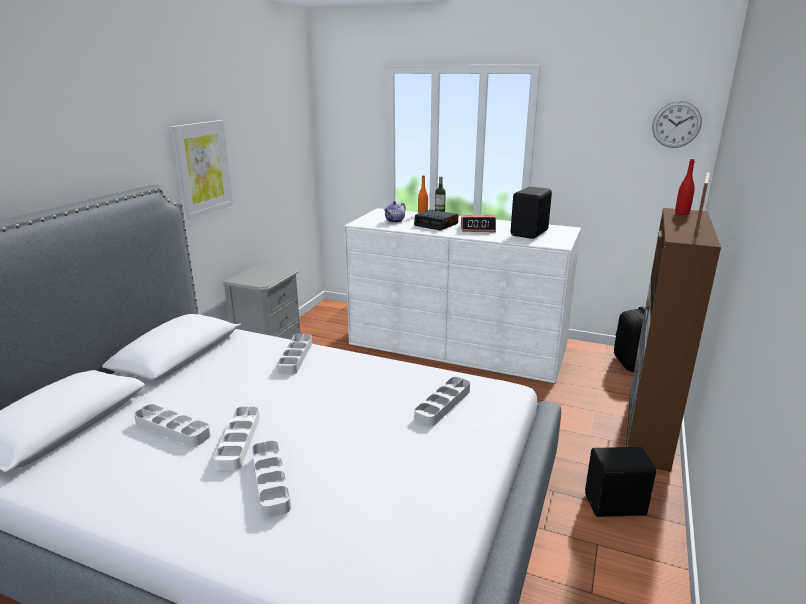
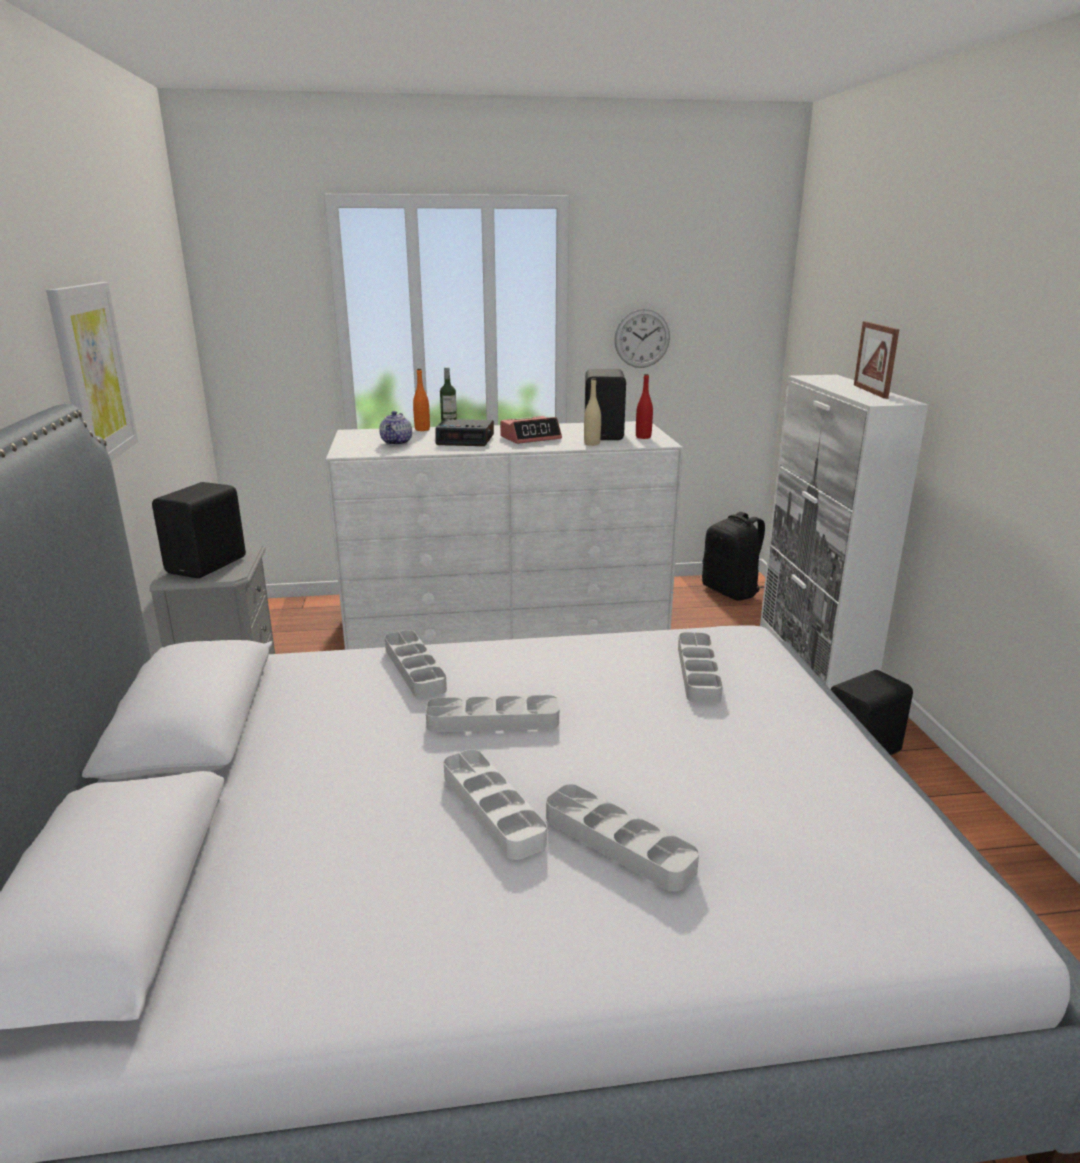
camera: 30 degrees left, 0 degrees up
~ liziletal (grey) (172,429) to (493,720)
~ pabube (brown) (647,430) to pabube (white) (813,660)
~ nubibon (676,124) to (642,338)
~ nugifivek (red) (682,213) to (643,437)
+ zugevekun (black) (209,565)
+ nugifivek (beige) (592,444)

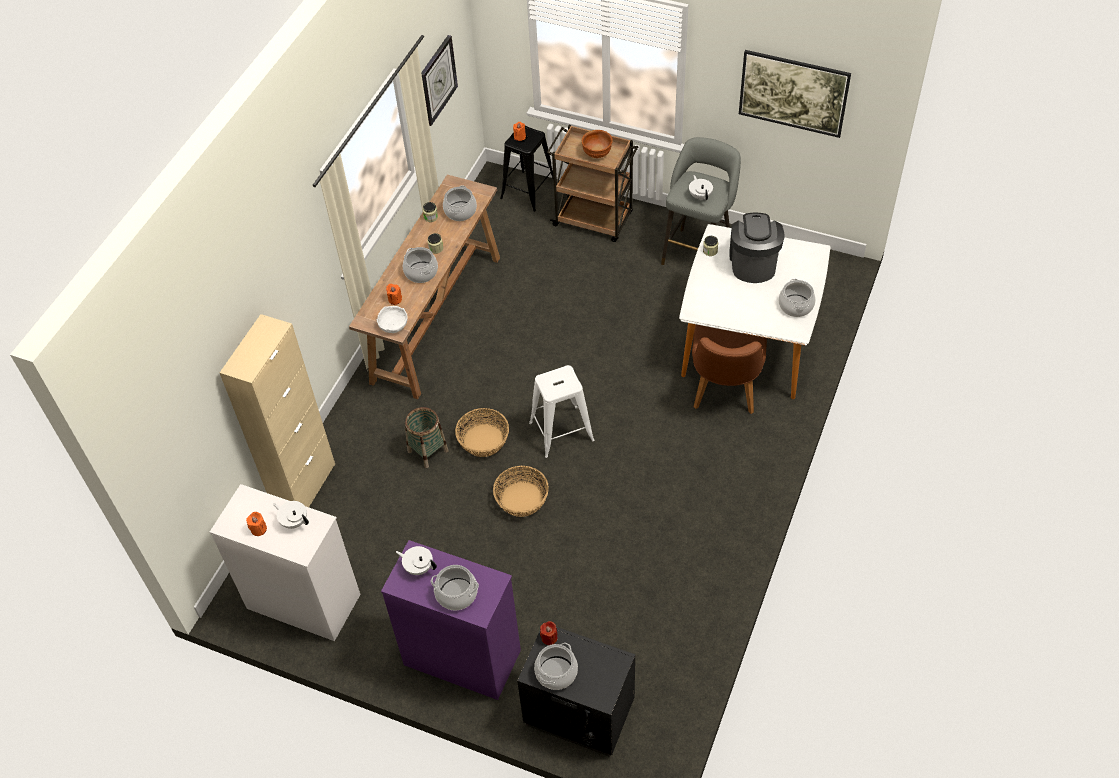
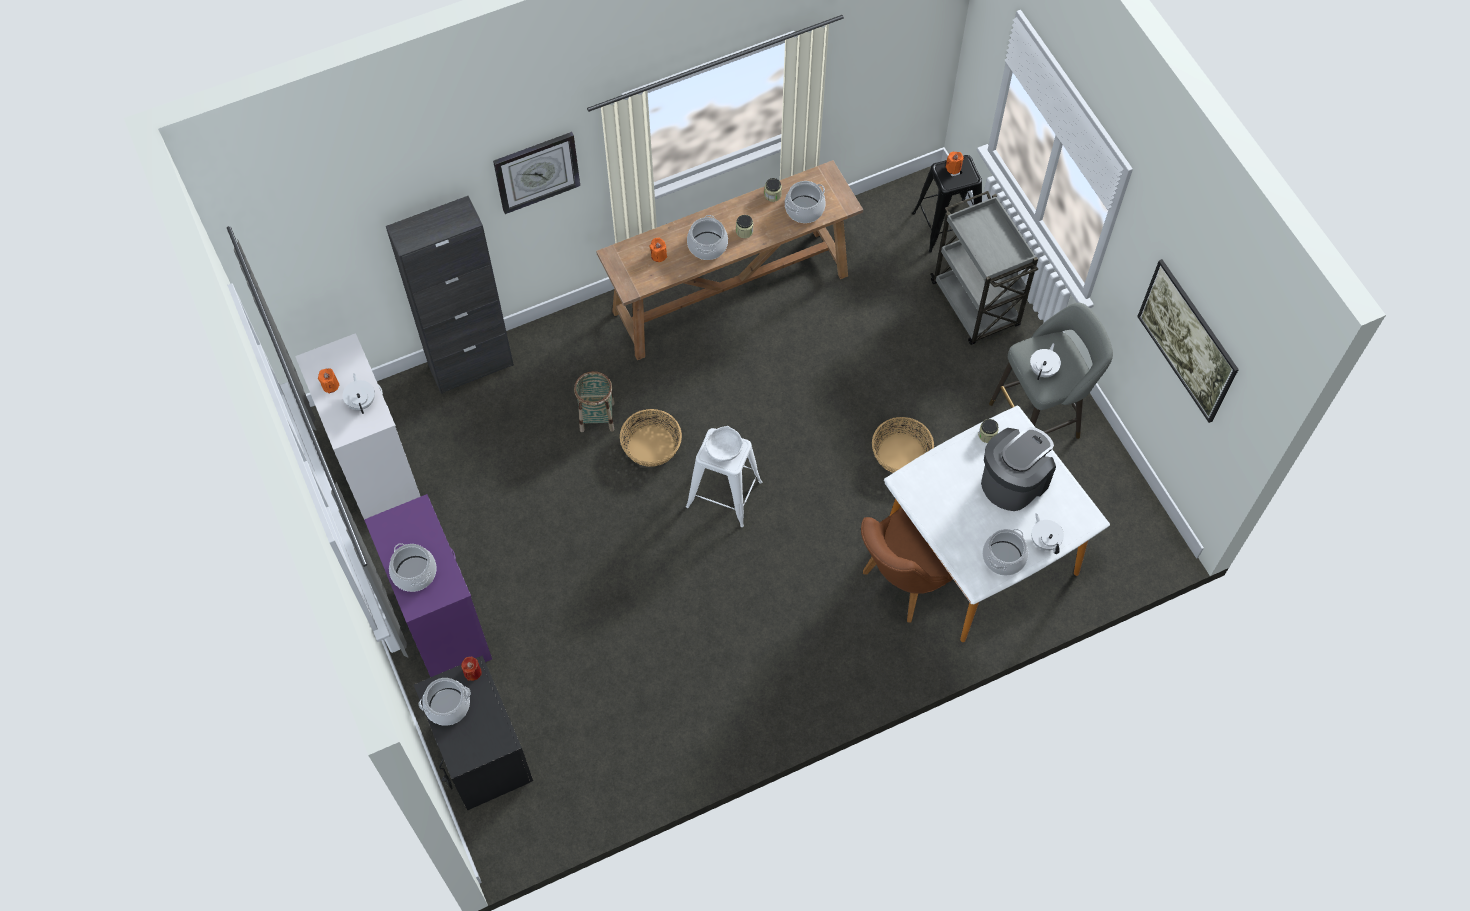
camera: 40 degrees right, 10 degrees up
~ pabube (beige) (304,487) to pabube (black) (471,365)
~ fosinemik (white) (393,325) to (723,450)
~ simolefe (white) (418,567) to (1044,540)
~ nubibon (437,80) to (536,171)
~ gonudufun (521,499) to (900,454)
~ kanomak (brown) (594,220) to kanomak (grey) (976,306)
- fosinemik (brown) (597,154)

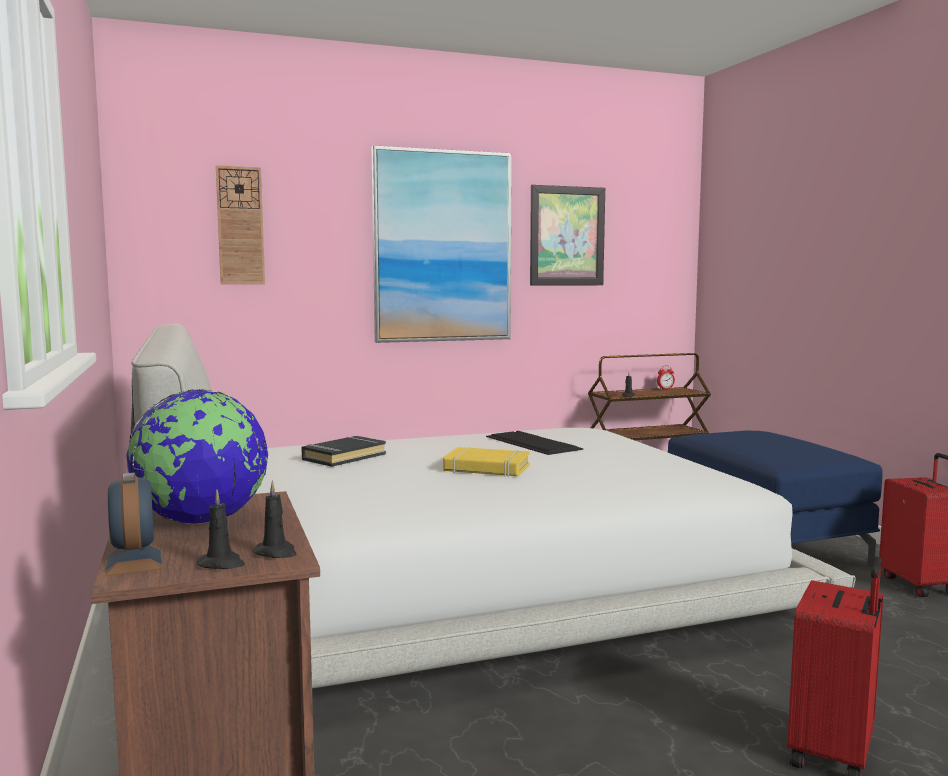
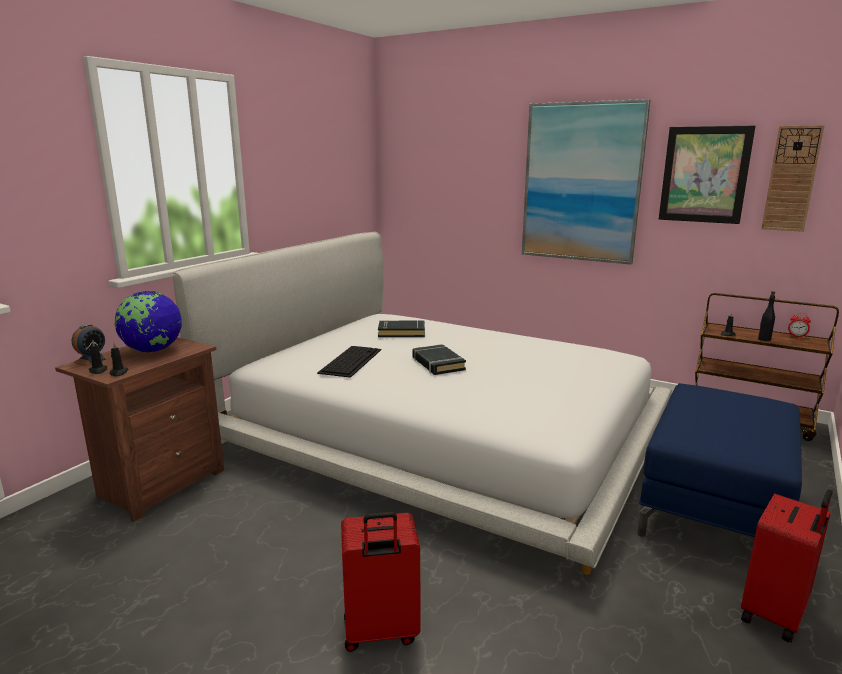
camera: 50 degrees right, 10 degrees up
~ nubibon (240,226) to (791,179)
~ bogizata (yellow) (486,468) to bogizata (black) (437,364)
~ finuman (531,442) to (351,360)
+ nugifivek (black) (764,339)

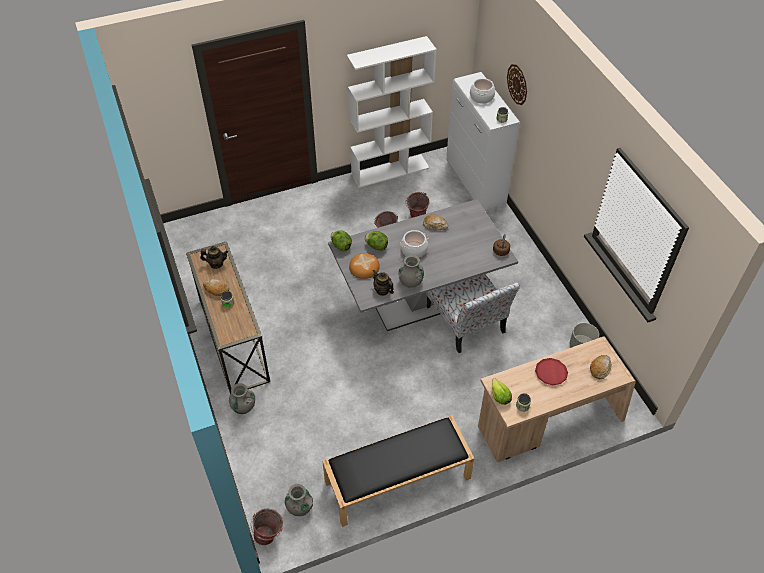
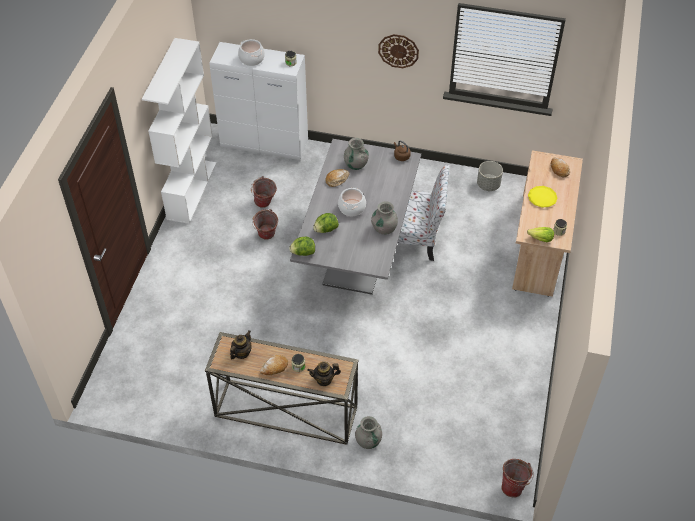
camera: 55 degrees left, 0 degrees up
~ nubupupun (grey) (299,507) to (356,165)
- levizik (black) (397,480)
- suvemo (364,267)
~ simolefe (382,290) to (324,380)
~ nubibon (517,84) to (398,50)
~ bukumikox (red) (551,373) to bukumikox (yellow) (542,198)

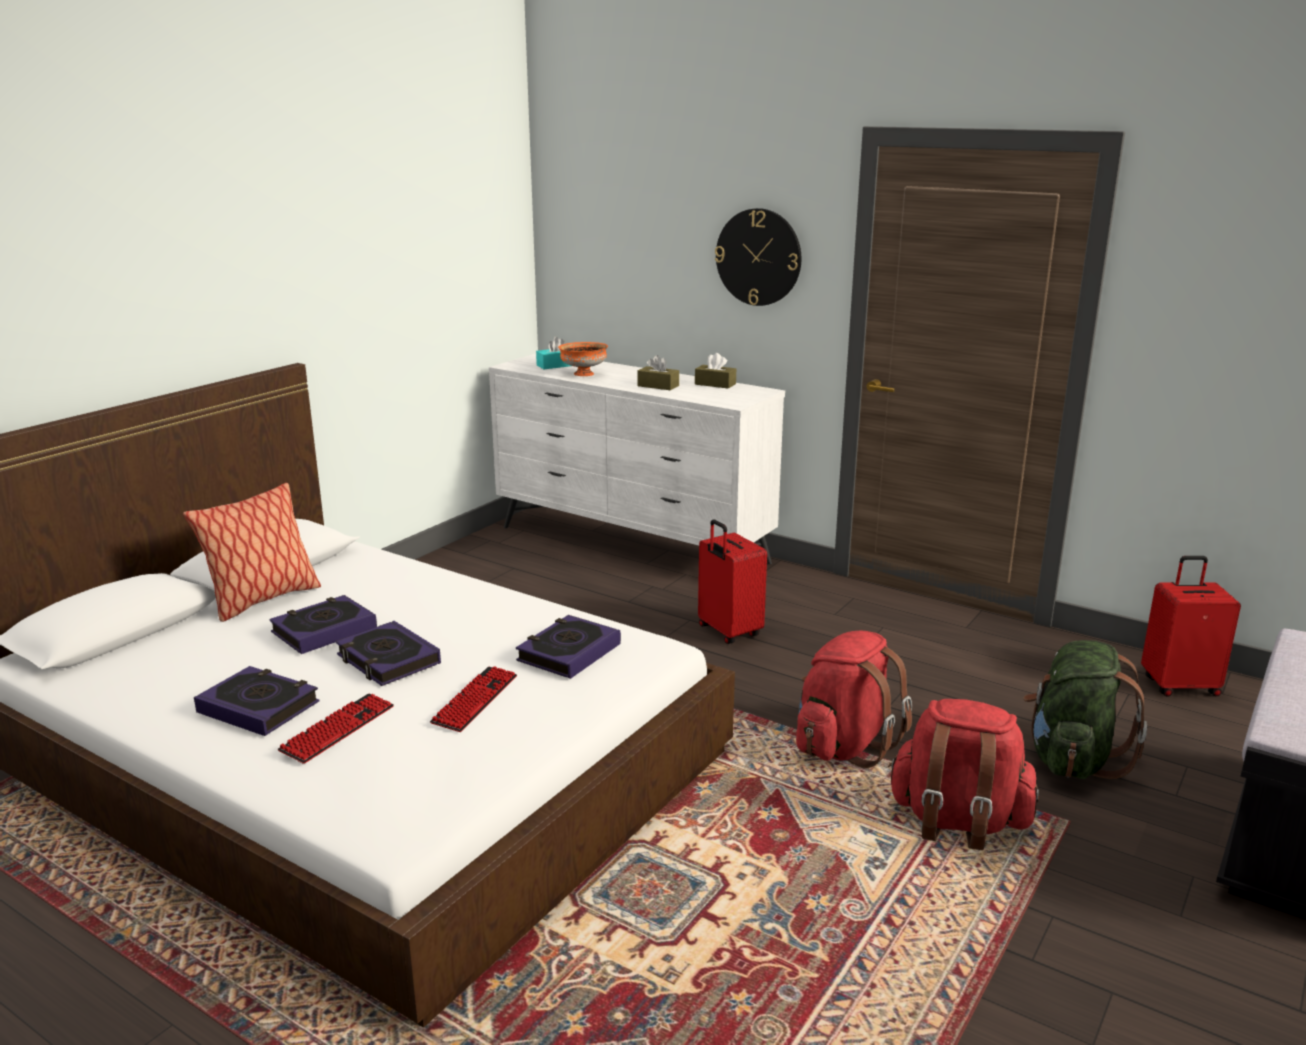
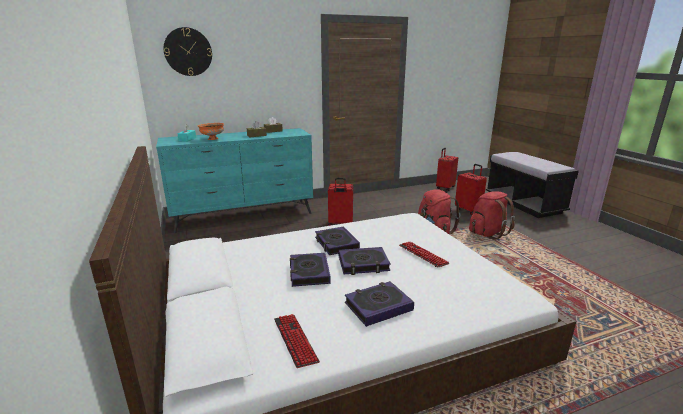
camera: 55 degrees left, 0 degrees up
- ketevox (263,600)
~ finuman (338,729) to (295,340)
~ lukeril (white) (632,545) to lukeril (turquoise) (244,216)
~ bogizata (568,653) to (336,244)
~ nubibon (758,257) to (188,52)
~ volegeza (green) (1071,759) to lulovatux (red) (468,210)

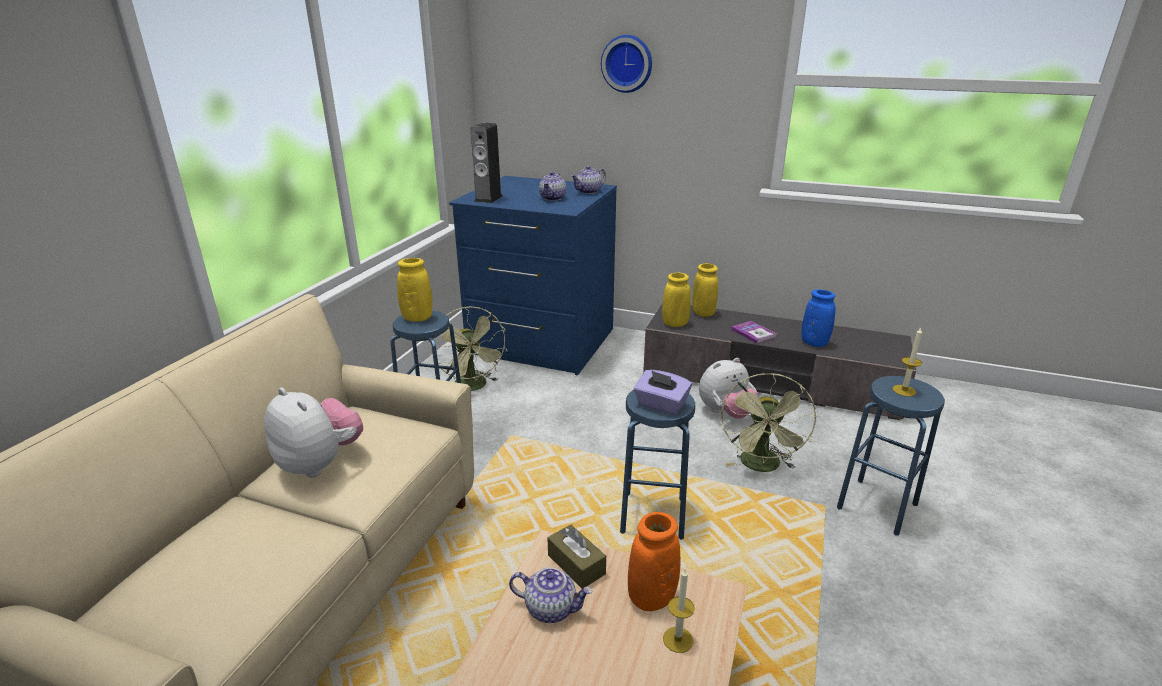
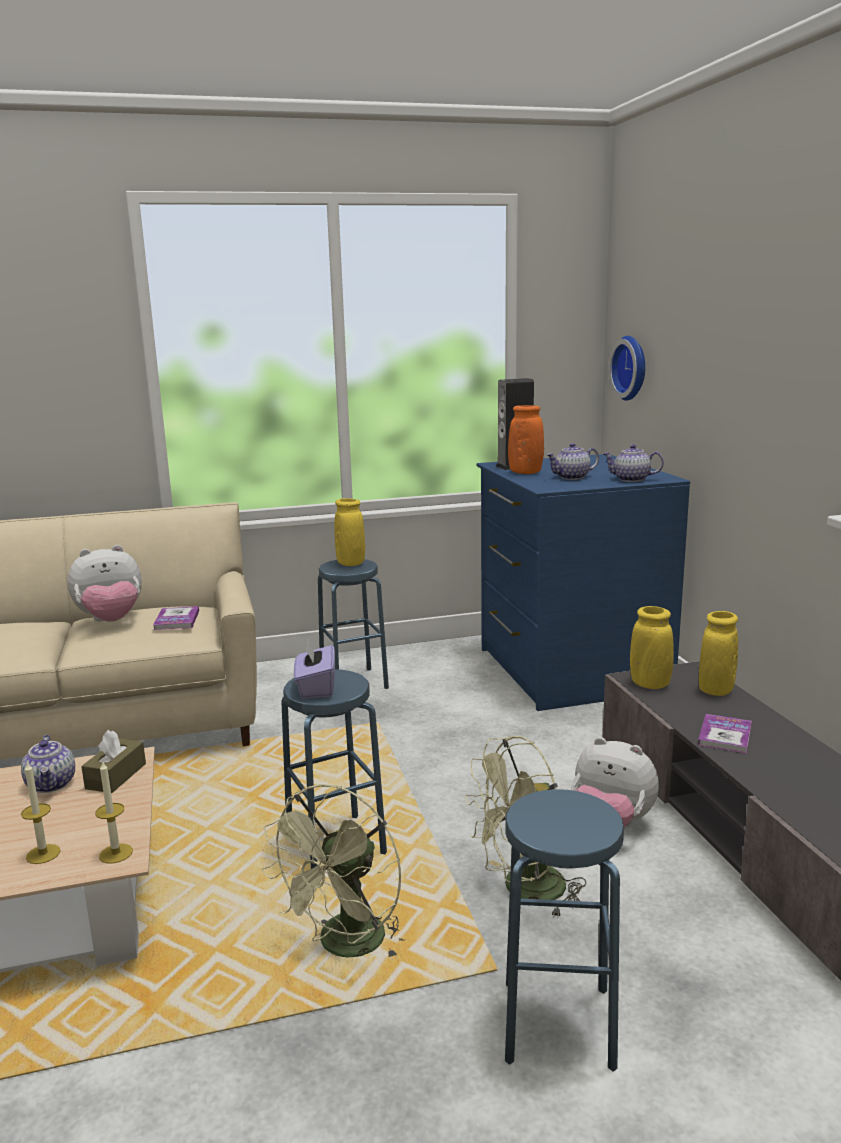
camera: 55 degrees right, 10 degrees down
~ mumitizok (320,463) = (111,621) 60 degrees clockwise
~ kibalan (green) (474,387) to (346,947)
~ nubibon (627,63) to (632,368)
~ nubupupun (orange) (651,598) to (525,472)
- nubupupun (blue) (814,343)
~ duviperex (904,390) to (116,853)
+ bogizata (177,620)

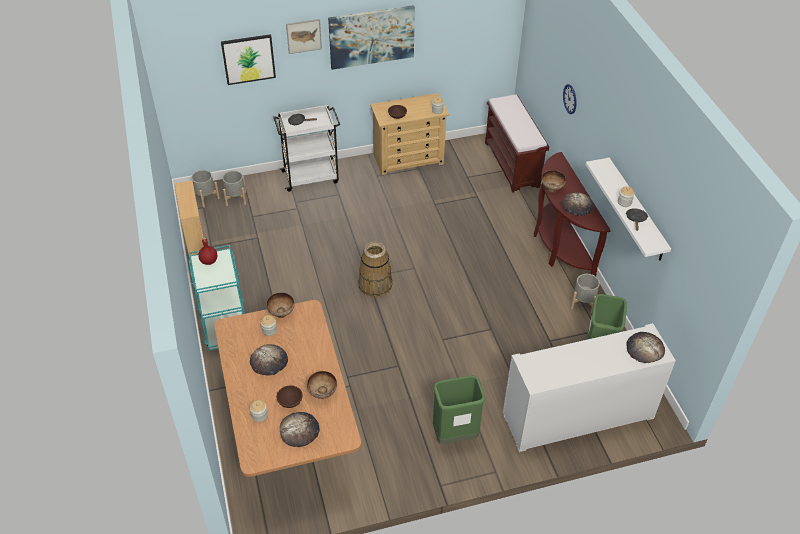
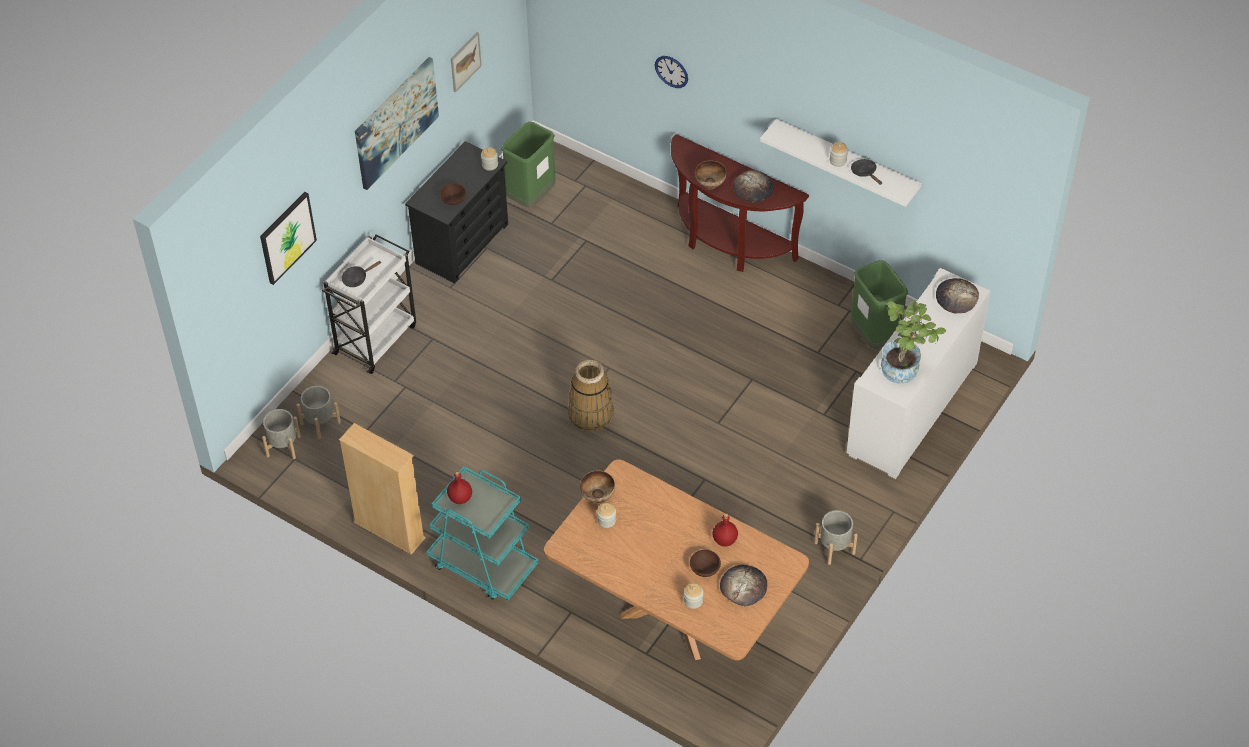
camera: 40 degrees left, 5 degrees up
- suvemo (269,361)
~ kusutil (304,36) to (465,61)
~ fosinemik (322,393) to nugifivek (red) (725,540)
~ lukeril (beige) (408,159) to lukeril (black) (462,243)
~ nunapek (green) (455,434) to (531,197)
- levizik (brown) (512,164)
~ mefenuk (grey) (583,303) to (835,548)
+ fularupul (905,368)

